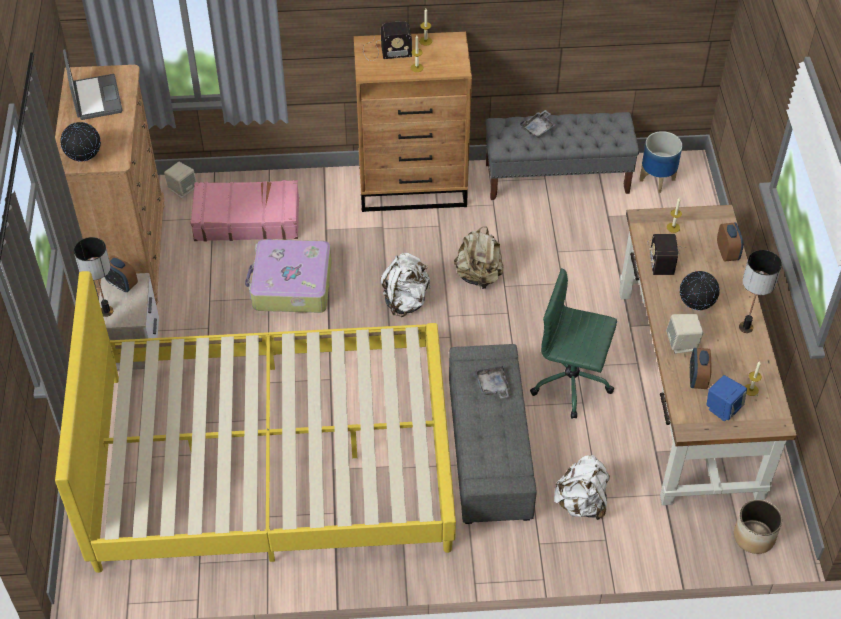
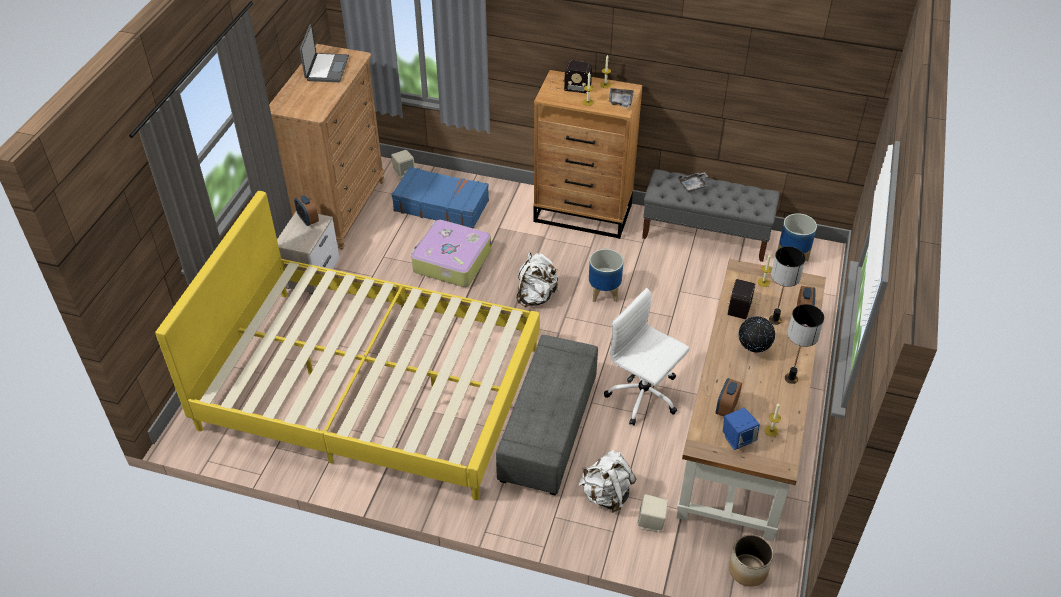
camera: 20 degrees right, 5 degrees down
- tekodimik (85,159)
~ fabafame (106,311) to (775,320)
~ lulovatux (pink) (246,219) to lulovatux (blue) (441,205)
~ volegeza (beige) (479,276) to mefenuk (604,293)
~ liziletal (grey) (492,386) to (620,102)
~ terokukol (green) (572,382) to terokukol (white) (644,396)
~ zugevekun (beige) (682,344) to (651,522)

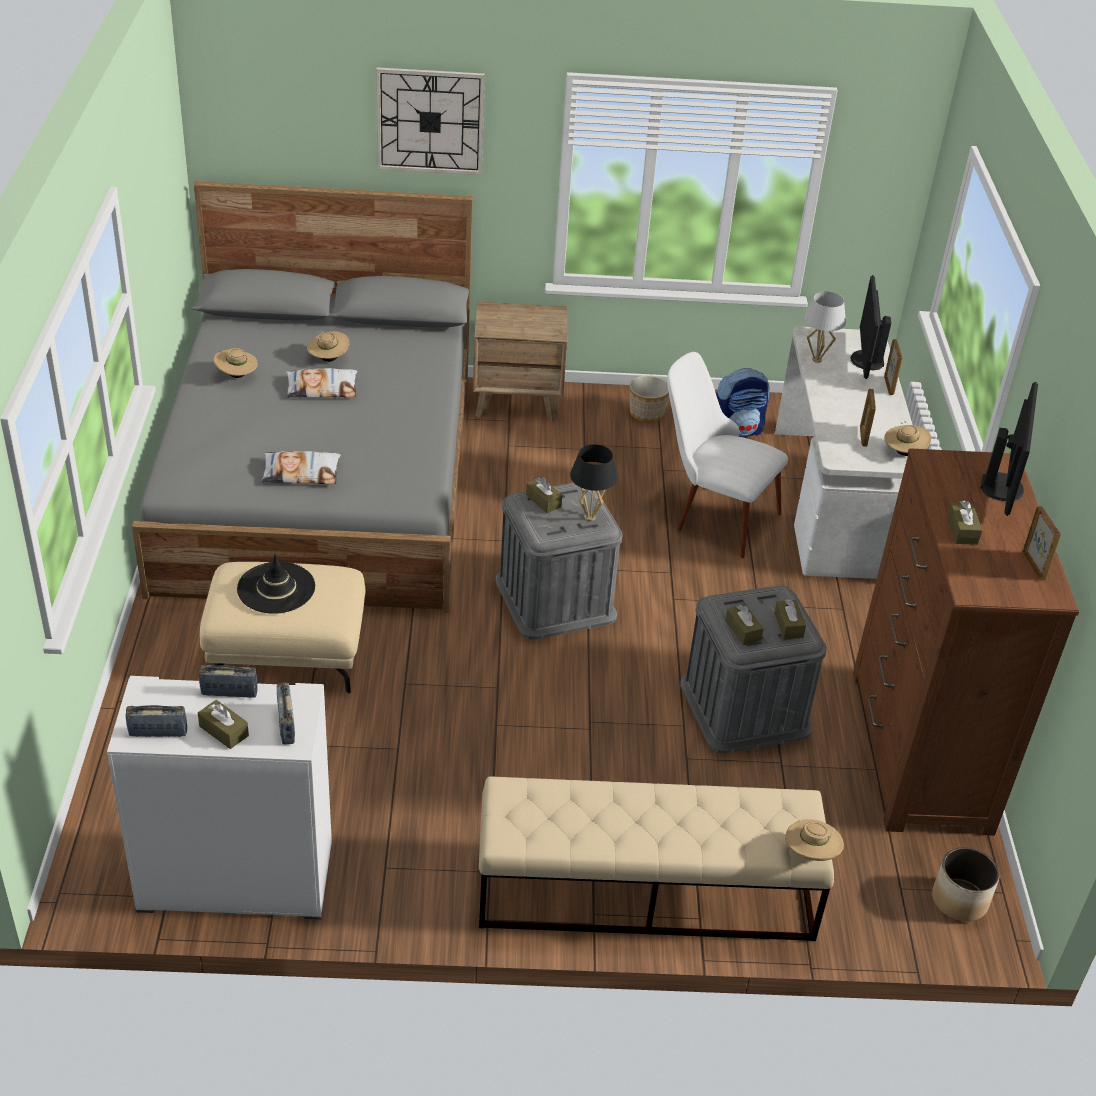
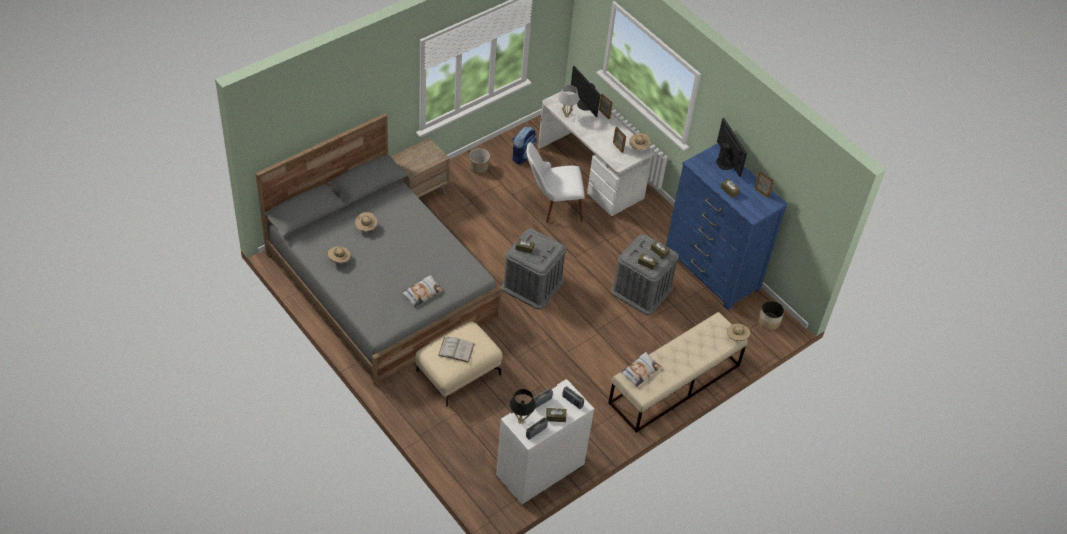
camera: 40 degrees left, 10 degrees up
~ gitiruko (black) (276,588) to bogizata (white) (456,349)
~ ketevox (322,388) to (640,371)
- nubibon (430,121)
~ fabafame (black) (589,517) to (520,421)
~ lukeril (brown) (919,750) to lukeril (blue) (712,270)

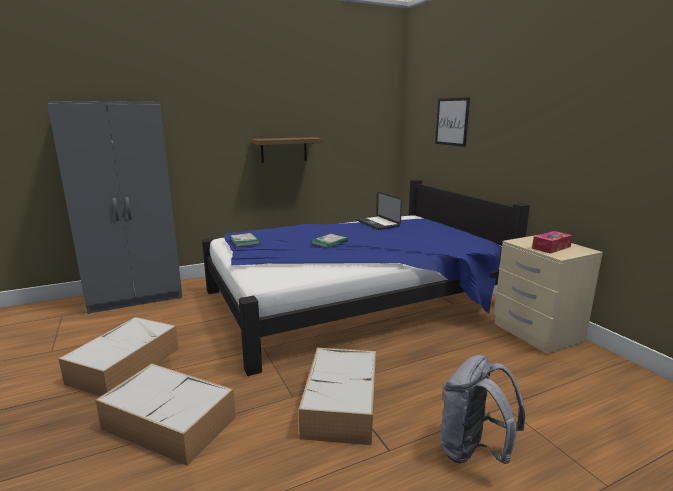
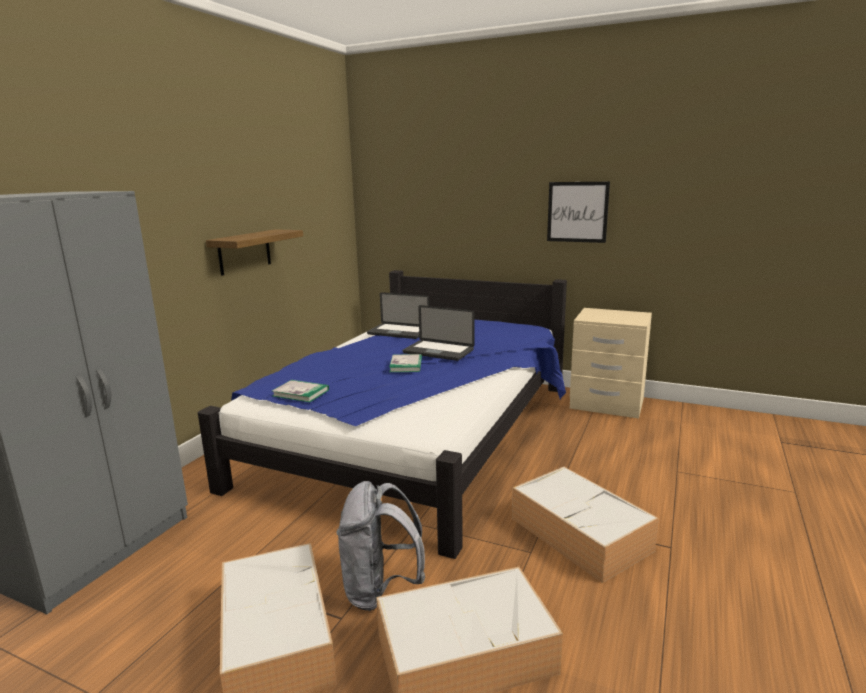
camera: 40 degrees left, 0 degrees up
~ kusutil (452,121) to (577,212)
~ volegeza (grey) (473,451) to (380,590)
- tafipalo (551,247)
+ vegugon (438,351)

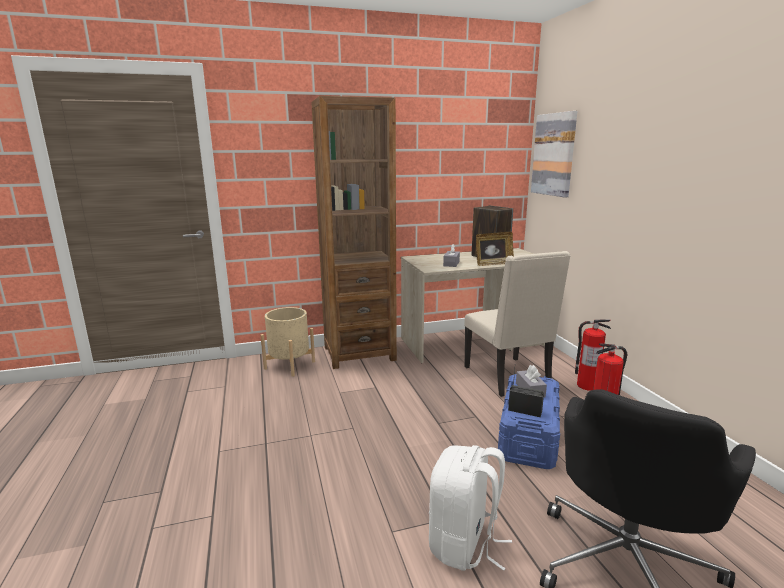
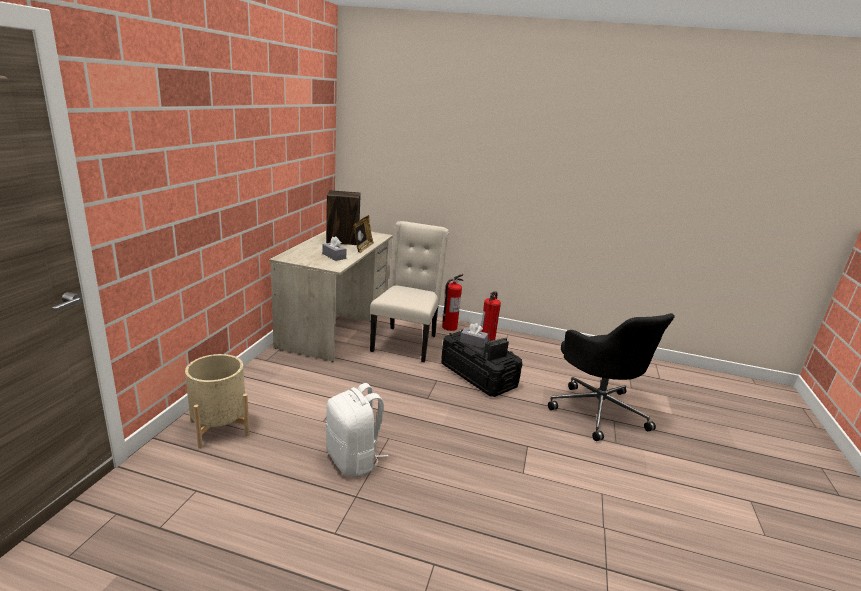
camera: 60 degrees left, 5 degrees up
- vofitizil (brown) (359,353)
~ volegeza (white) (464,544) to (353,460)
~ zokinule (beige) (508,377) = (405,343) 90 degrees counterclockwise
~ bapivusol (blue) (528,435) to bapivusol (black) (478,375)
- kusutil (554,154)

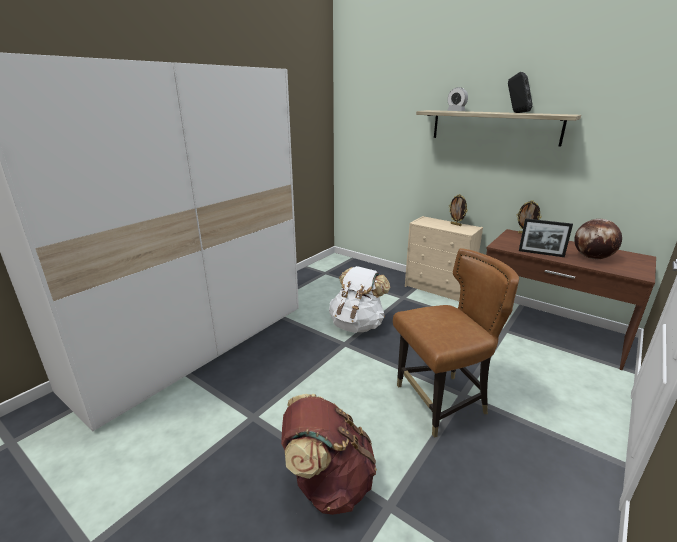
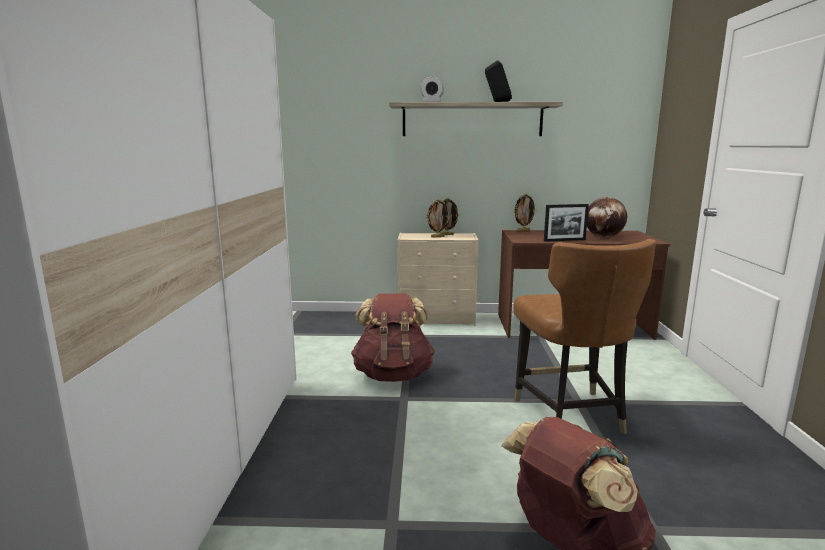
camera: 35 degrees left, 10 degrees down
~ volegeza (white) (357,324) to volegeza (brown) (393,375)
~ zokinule (brown) (441,402) = (570,415) 135 degrees clockwise
+ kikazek (437,237)

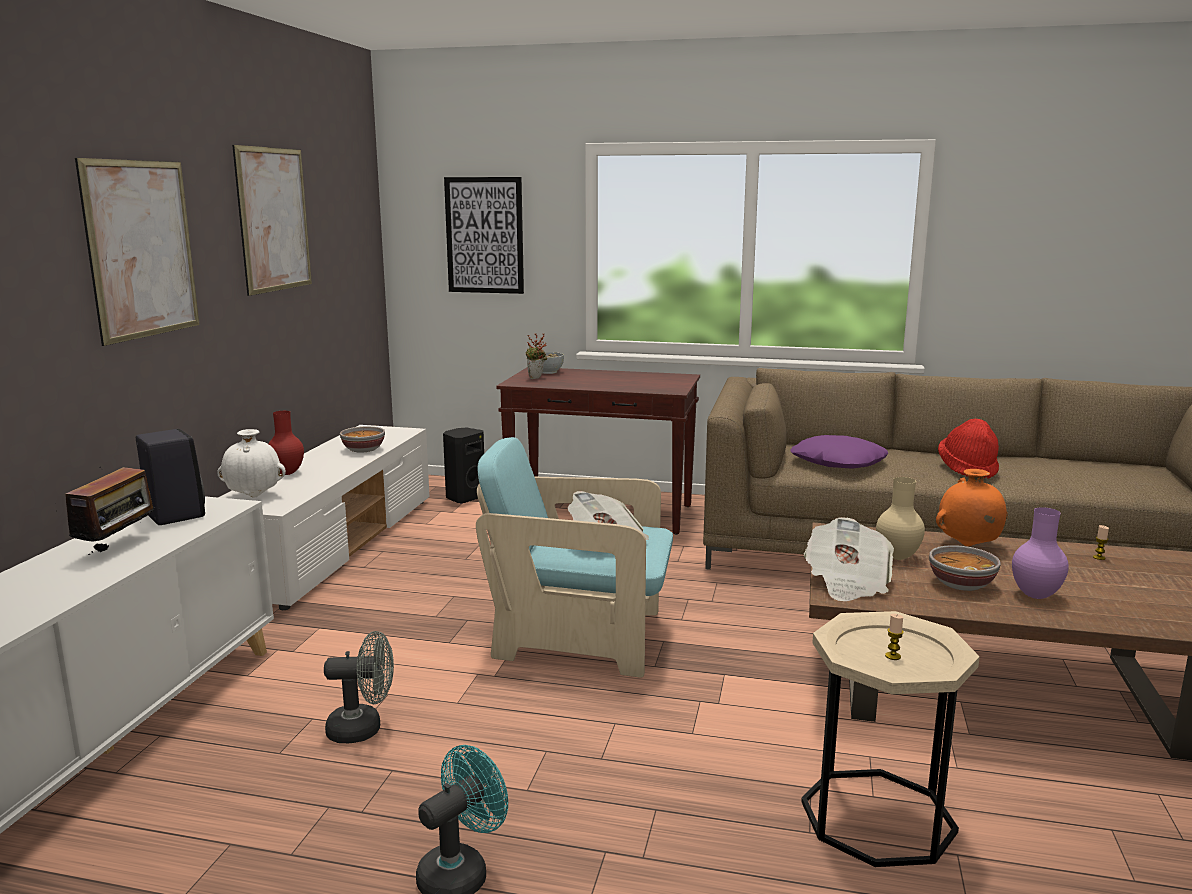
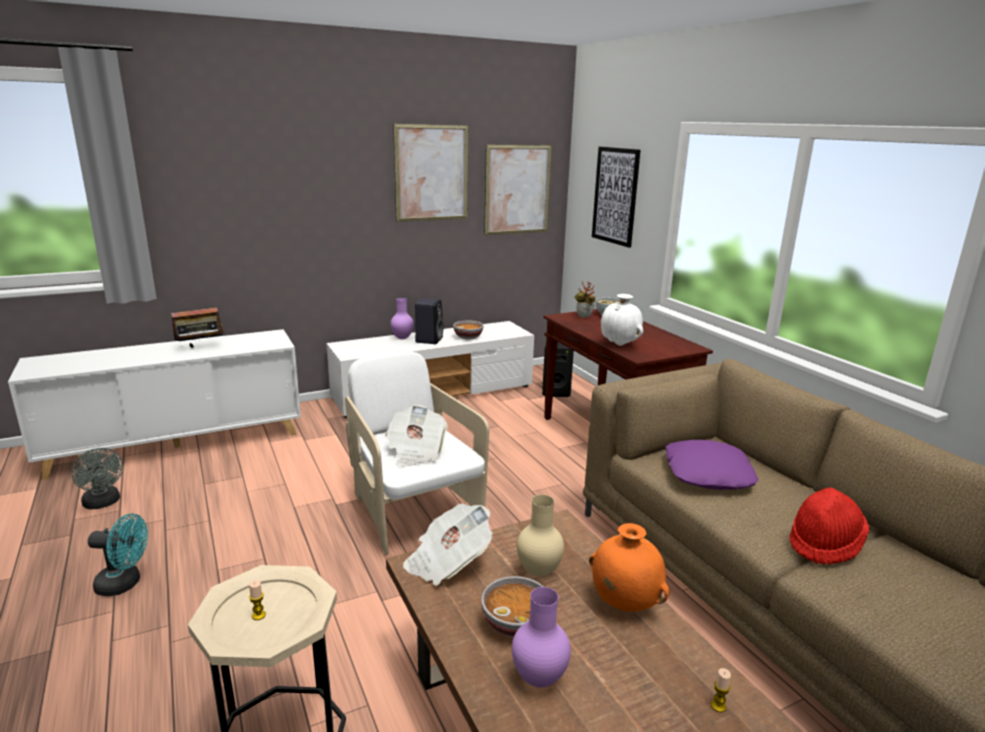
camera: 50 degrees right, 5 degrees up
~ kusutil (142,249) to (517,190)
~ zugevekun (black) (174,515) to (429,340)
~ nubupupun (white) (254,496) to (620,345)
~ nubupupun (red) (288,473) to nubupupun (purple) (403,338)
~ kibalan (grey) (363,729) to (103,503)
~ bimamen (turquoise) (580,638) to bimamen (white) (413,511)

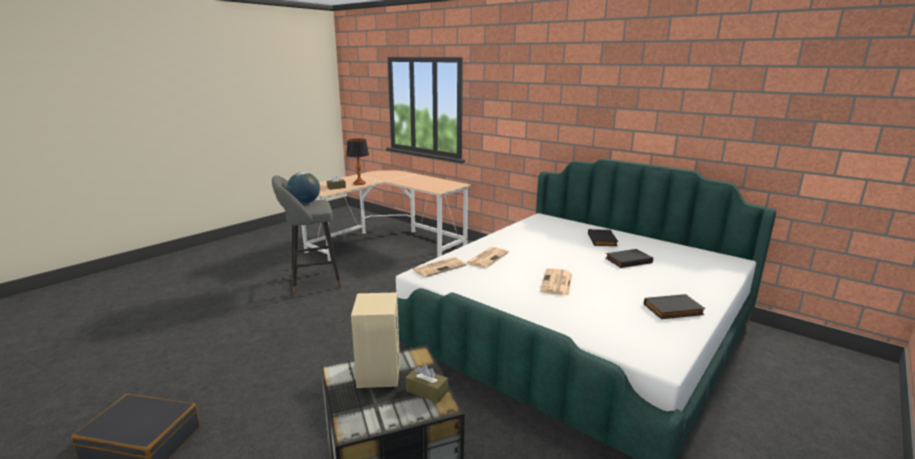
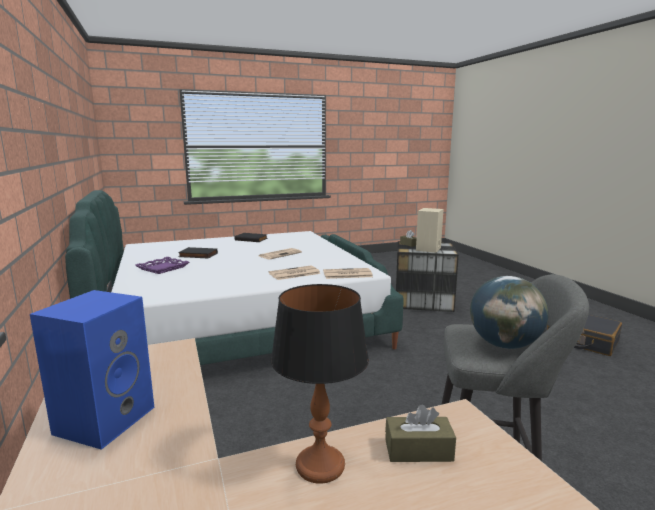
camera: 150 degrees left, 5 degrees down
~ bogizata (black) (603,240) to liziletal (purple) (162,268)
+ zugevekun (blue) (105,419)

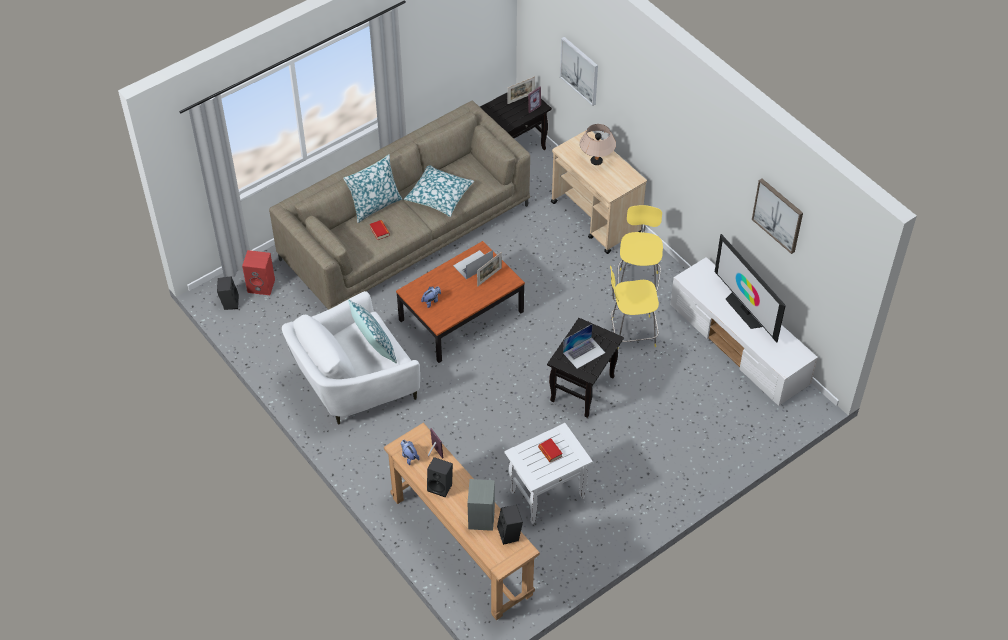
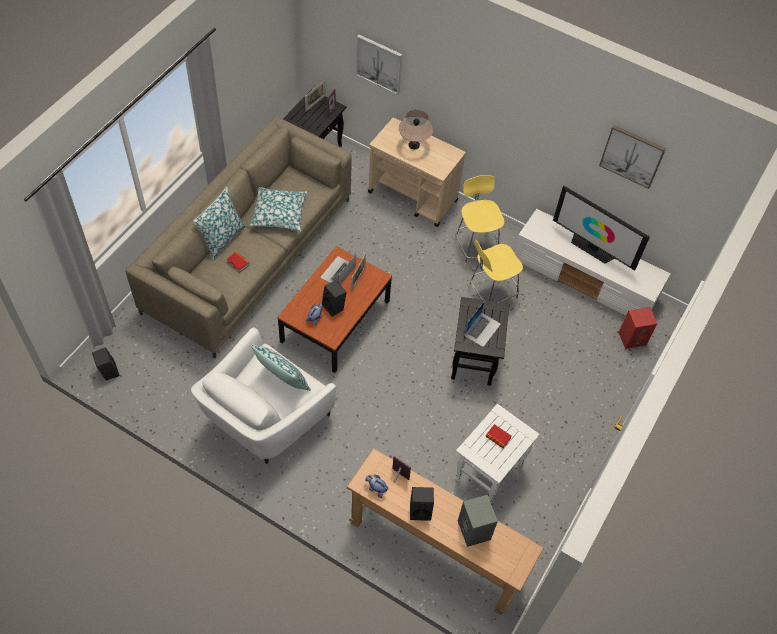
camera: 25 degrees left, 5 degrees up
~ zugevekun (red) (262,285) to (632,338)
~ zugevekun (black) (510,534) to (334,307)

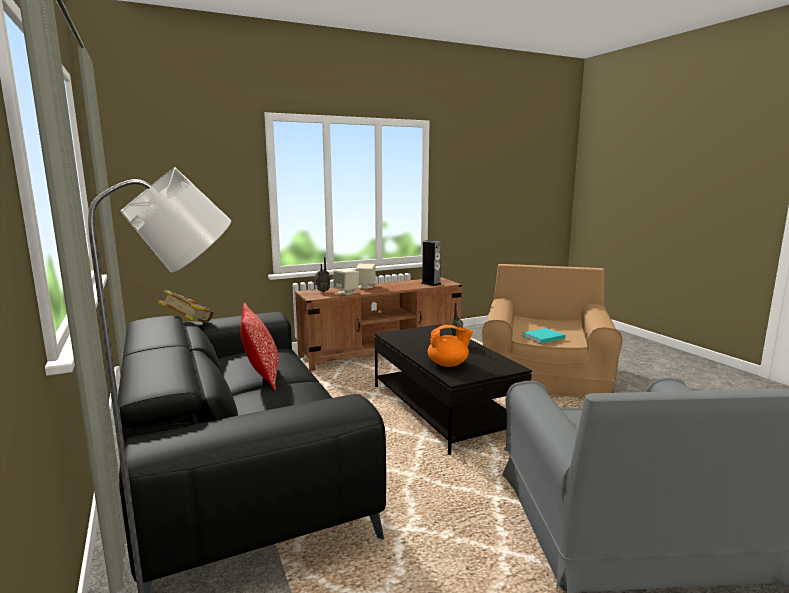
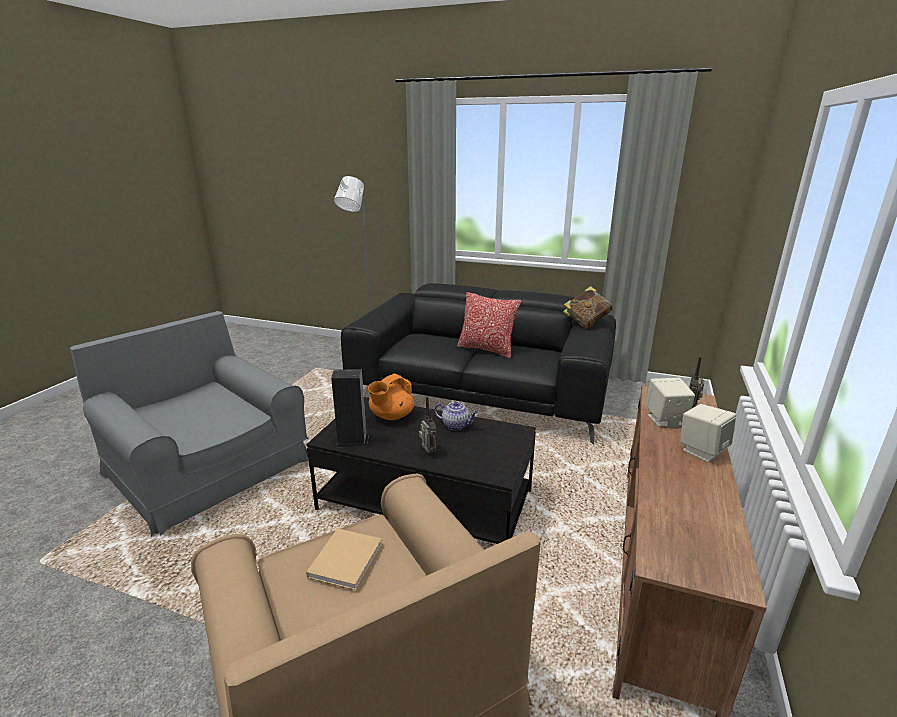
camera: 135 degrees right, 10 degrees up
~ zugevekun (431,284) to (352,441)
~ bogizata (turquoise) (542,337) to bogizata (beige) (347,558)
+ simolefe (456,425)

